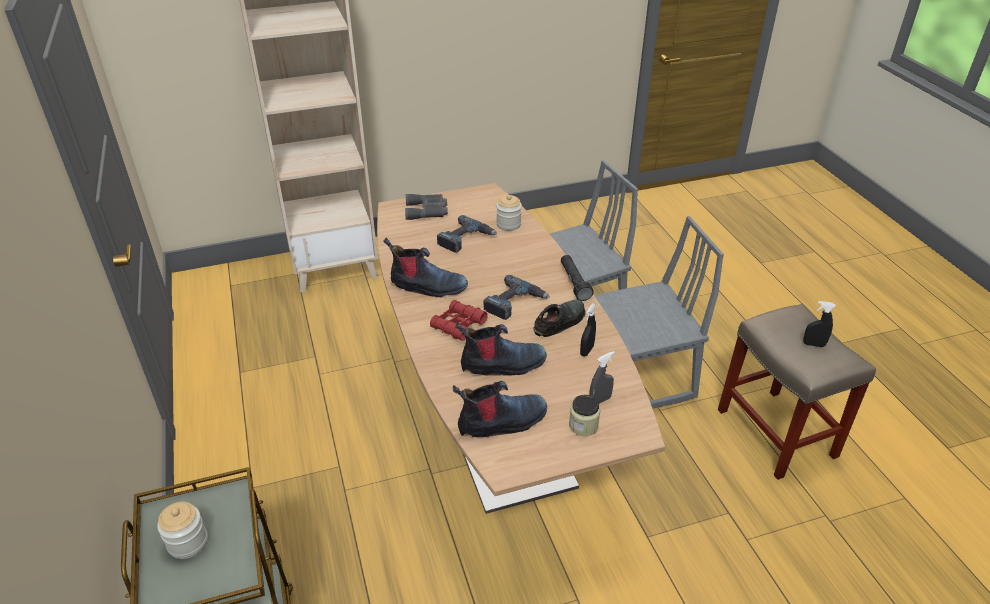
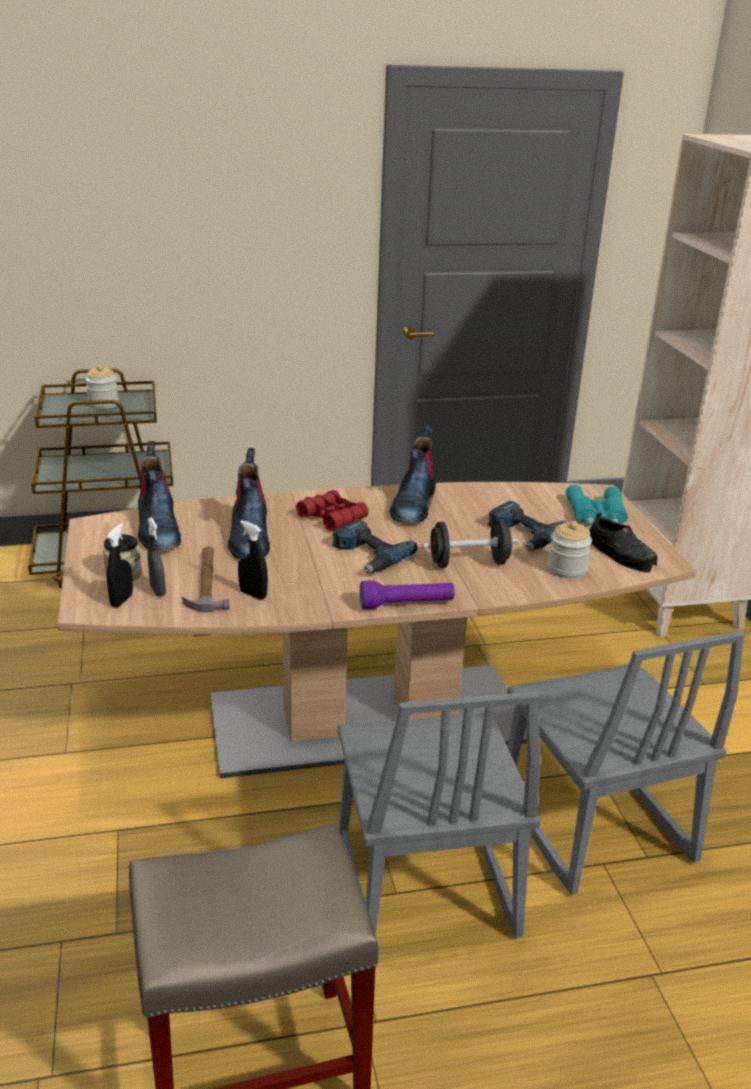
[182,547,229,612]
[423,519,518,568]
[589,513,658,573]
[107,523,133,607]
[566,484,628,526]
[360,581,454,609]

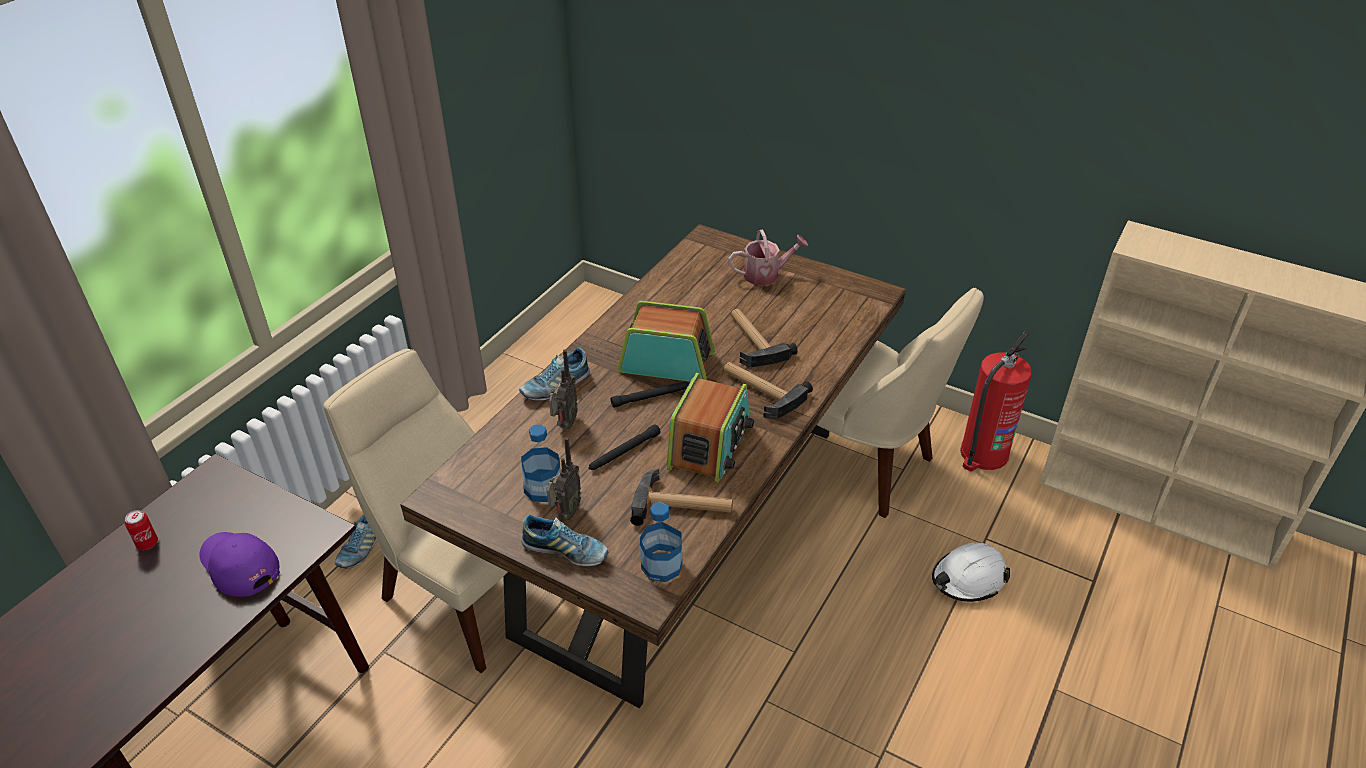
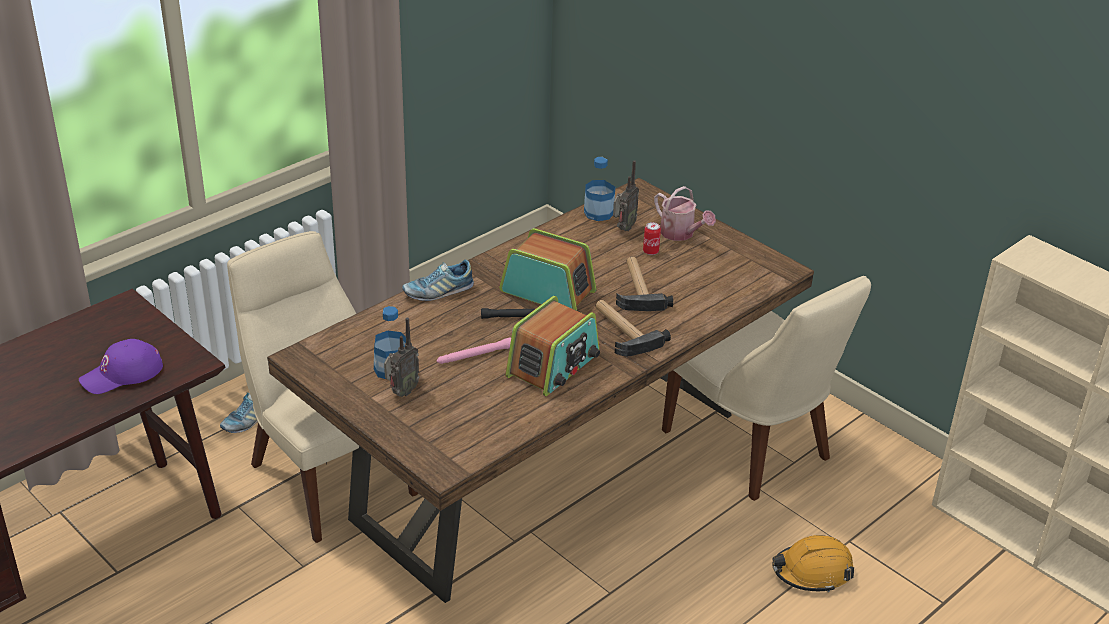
[521,515,608,566] (first image)
[630,469,733,526] (first image)
[960,332,1032,471] (first image)
[643,222,661,255]
[613,160,639,231]
[584,157,615,221]
[437,338,511,364]
[772,535,854,592]
[79,339,163,394]
[654,186,716,241]

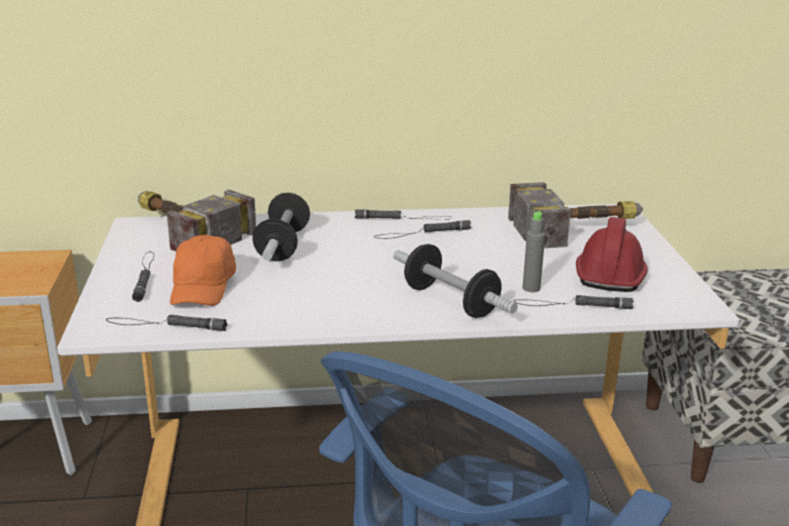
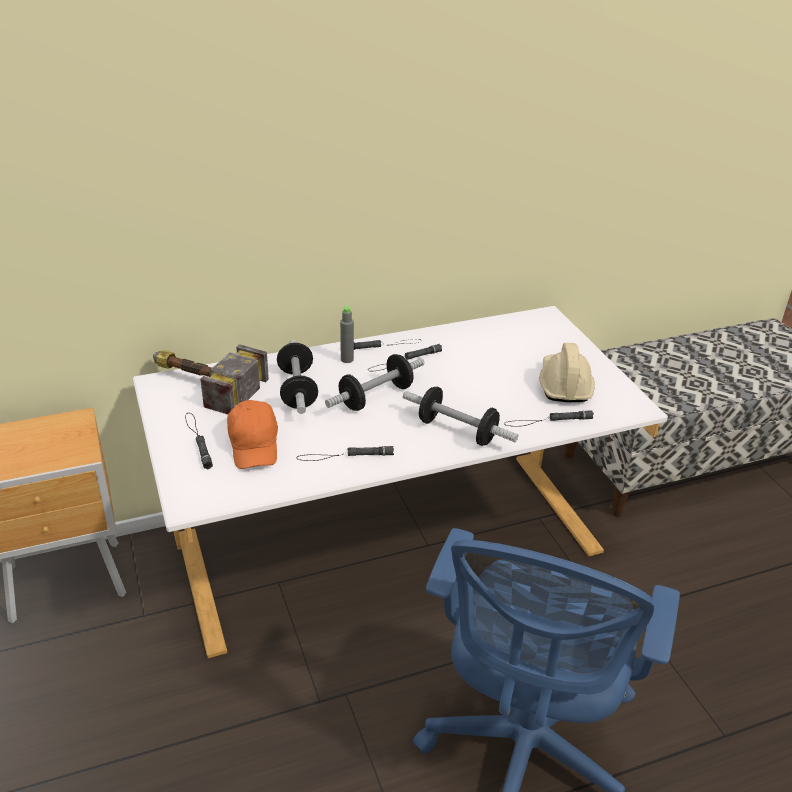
[508,182,643,248] (first image)
[325,354,424,411]
[296,446,394,461]
[340,305,354,363]
[539,343,595,402]

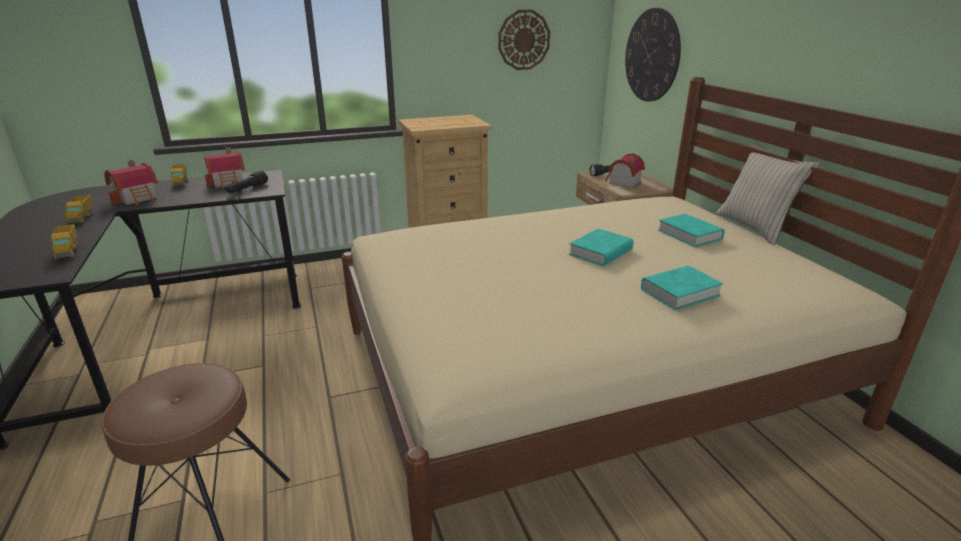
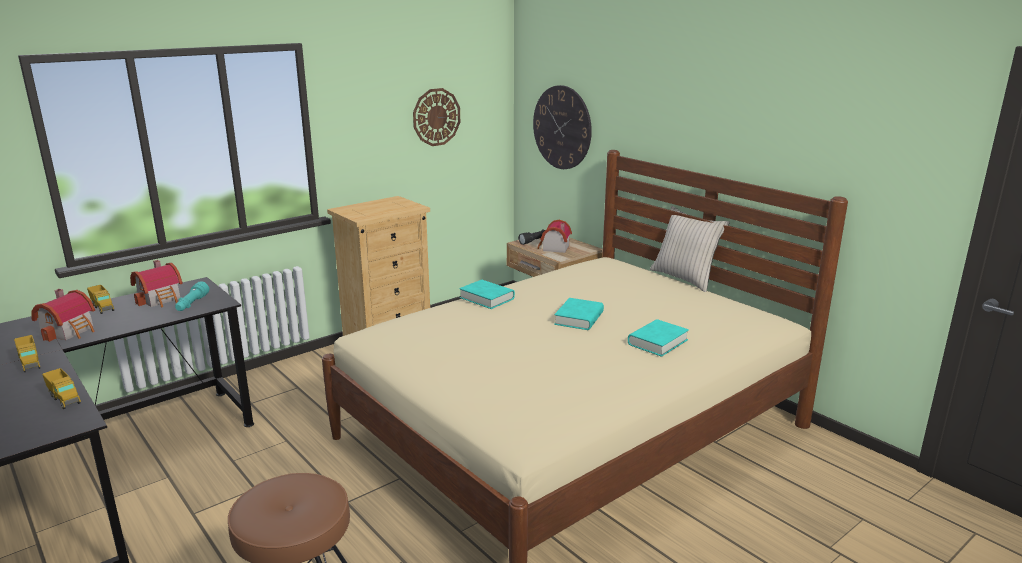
[459,280,515,309]
[175,281,209,311]

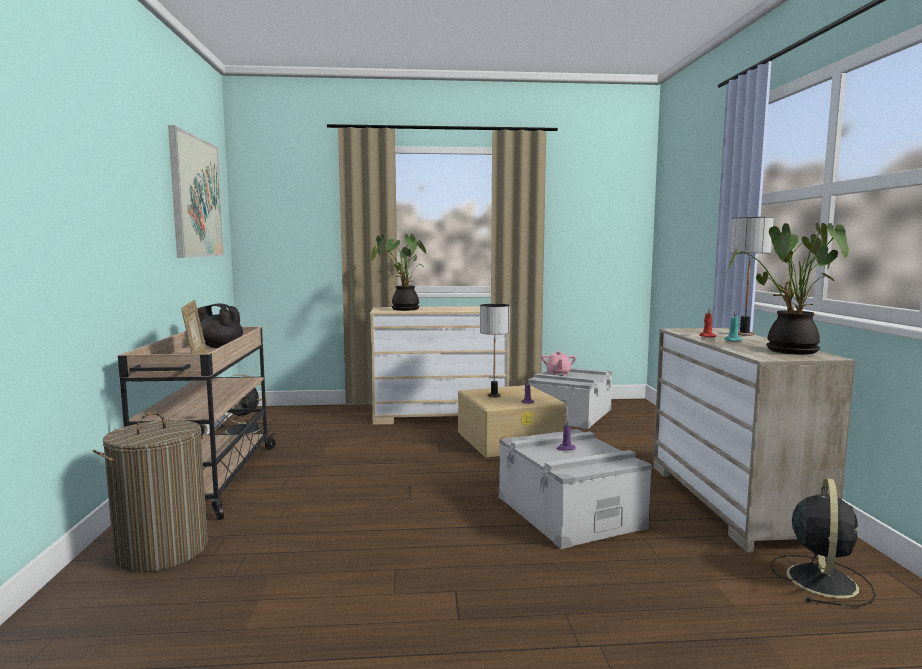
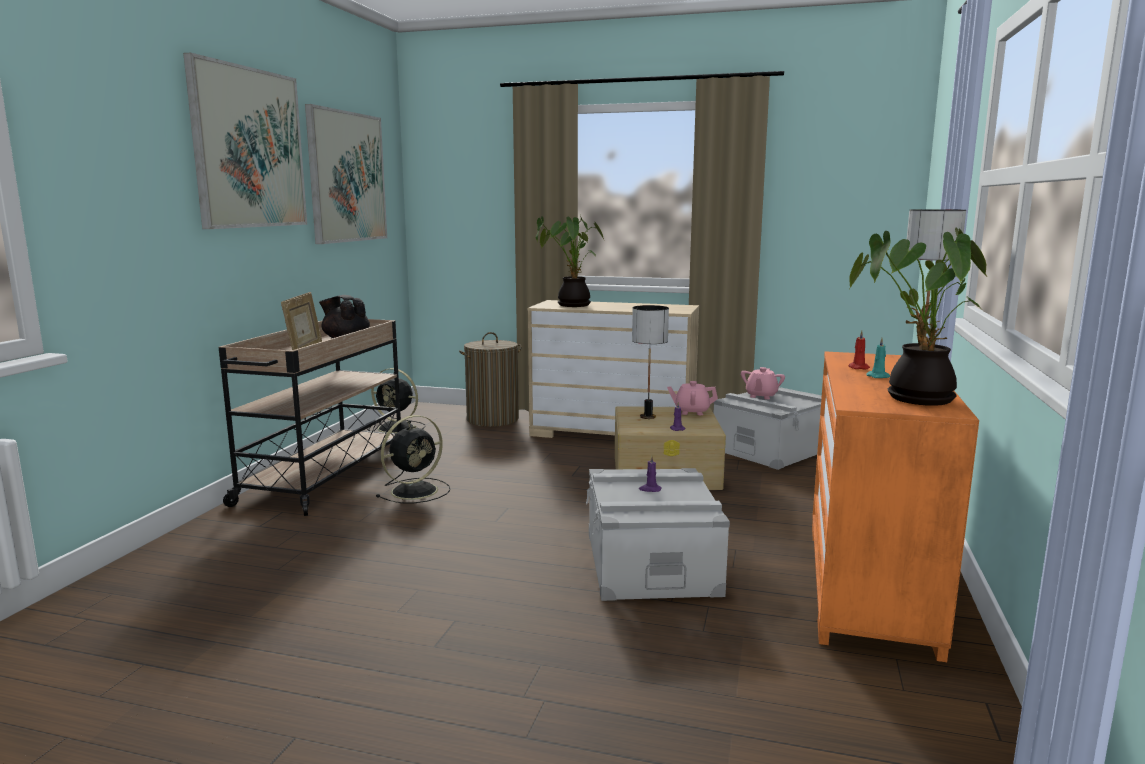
[183,53,307,229]
[667,381,718,415]
[459,332,522,427]
[376,415,451,503]
[812,351,979,662]

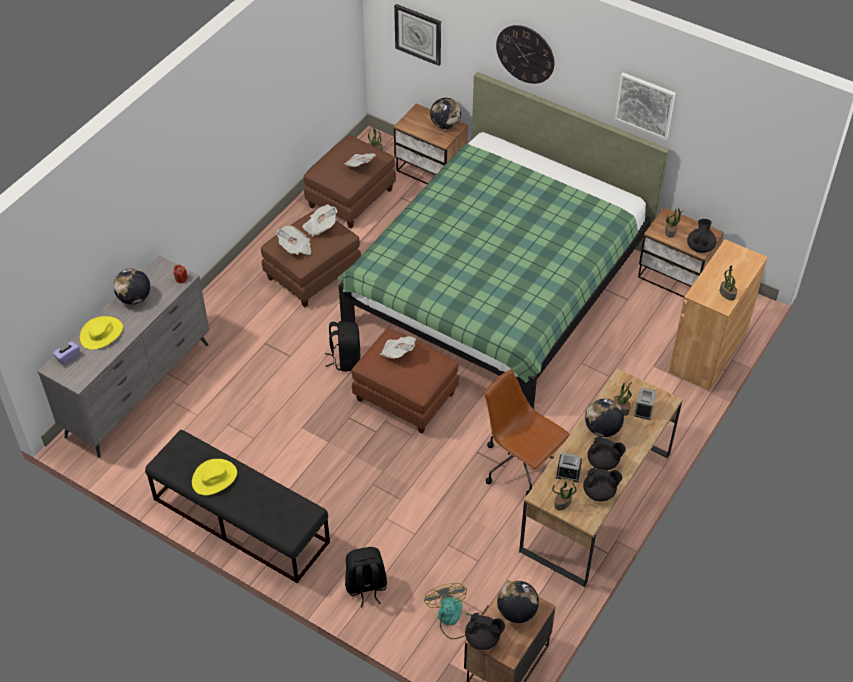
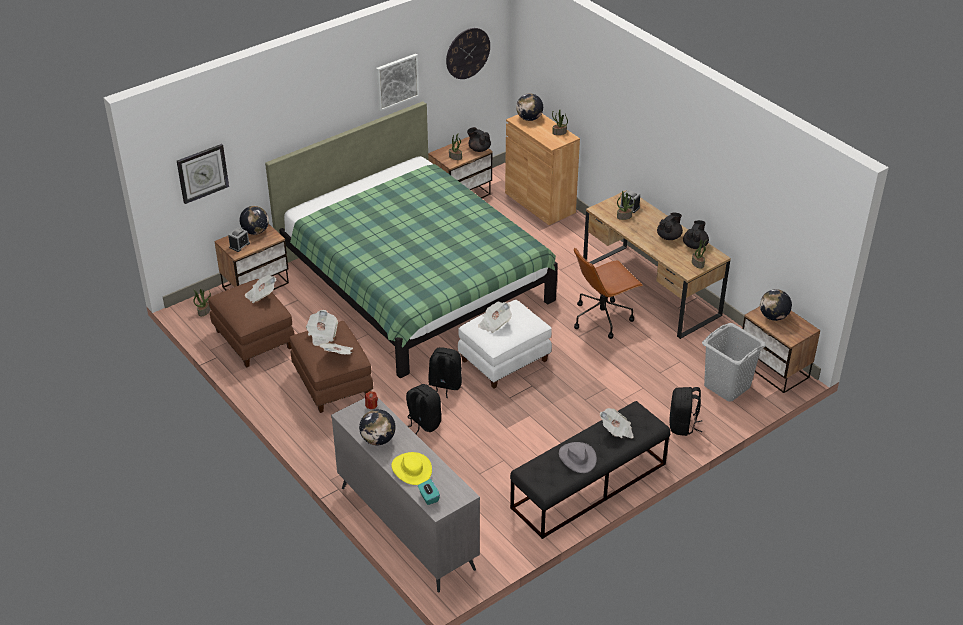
[465,613,505,650] (first image)
[406,384,441,434]
[600,408,634,438]
[446,28,490,79]
[228,227,250,252]
[516,93,543,121]
[702,323,766,402]
[418,479,440,505]
[559,442,597,473]
[458,300,552,389]

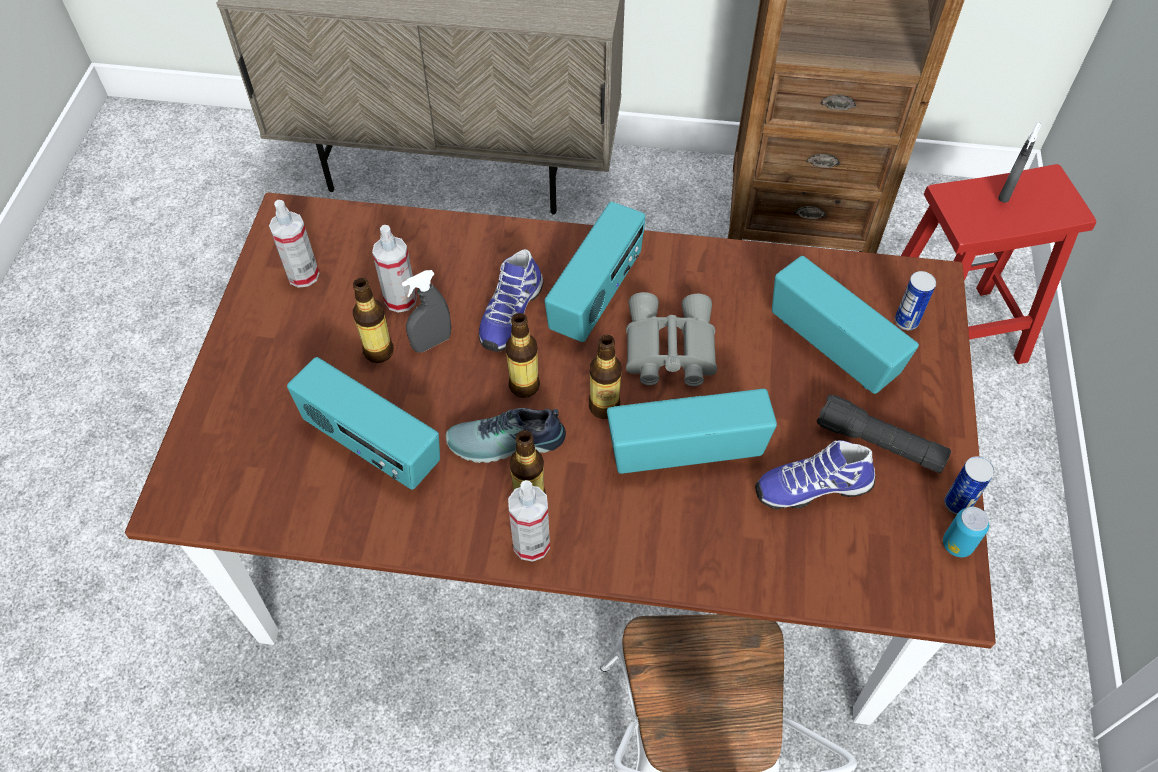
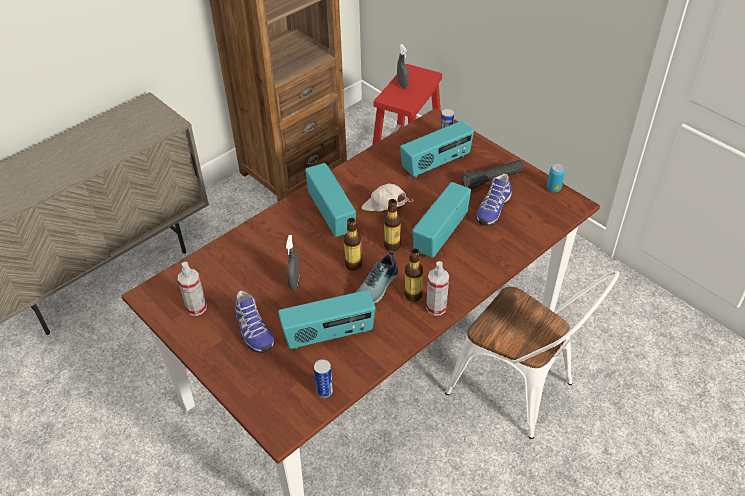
[353,278,394,363] (first image)
[372,225,417,313] (first image)
[234,291,274,353]
[314,359,333,398]
[362,184,414,211]
[400,121,474,178]

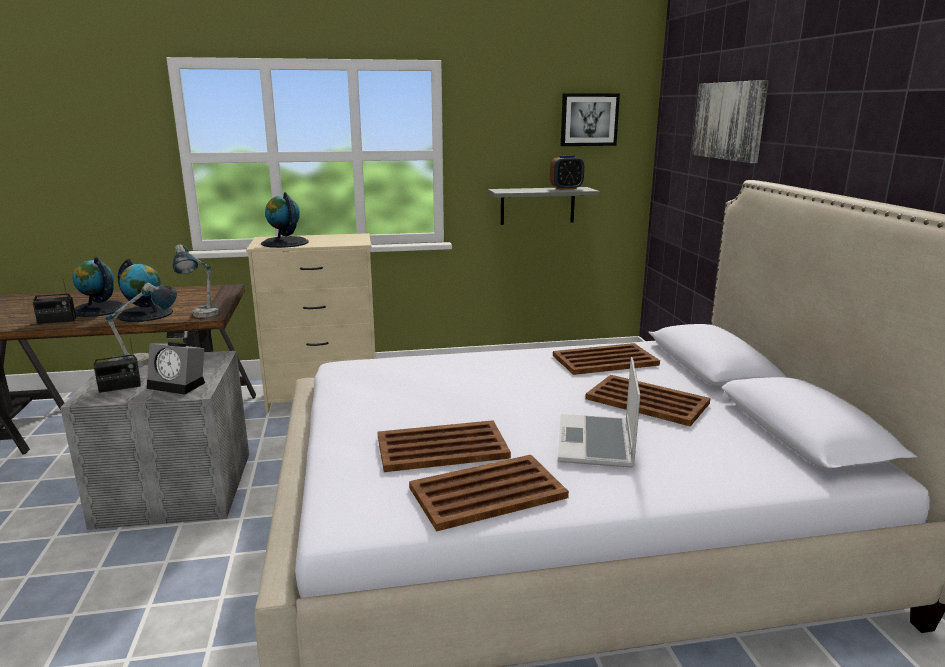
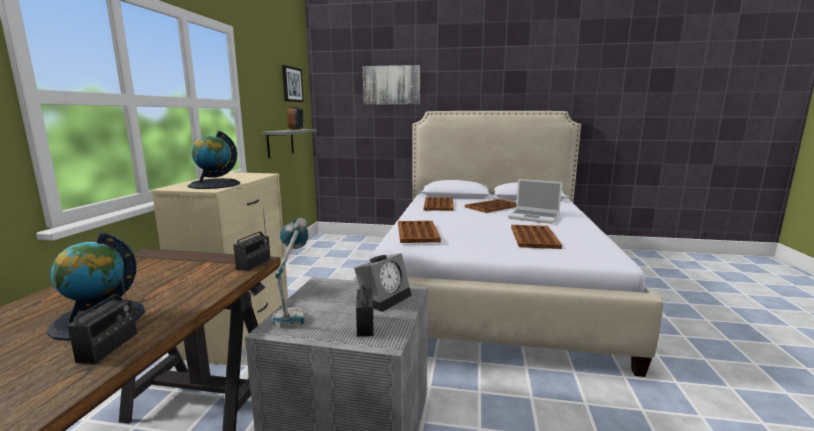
[117,259,173,322] (first image)
[398,221,441,243]
[233,209,271,271]

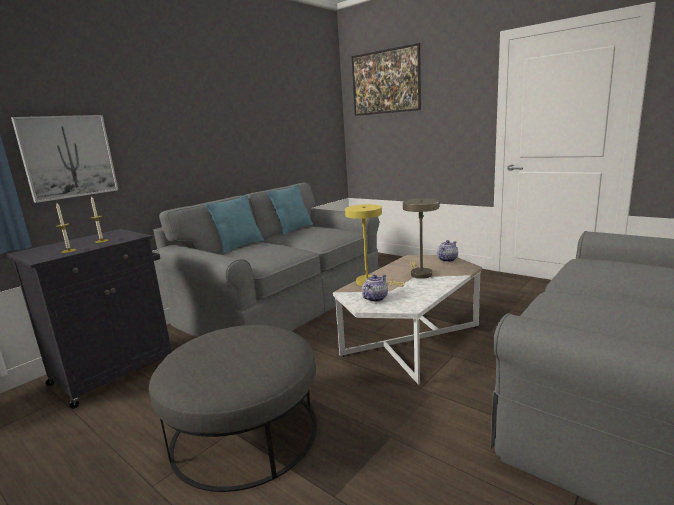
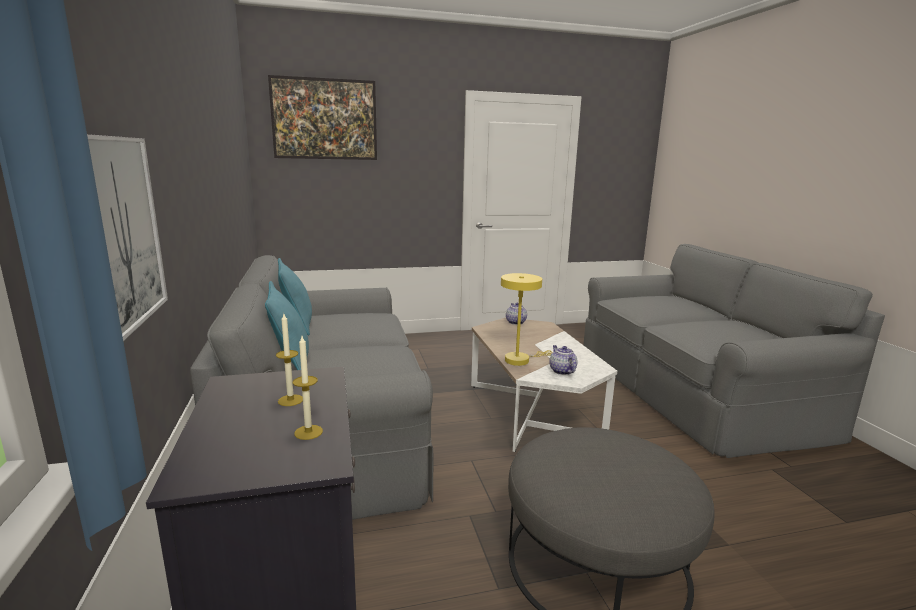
[403,198,439,279] (first image)

